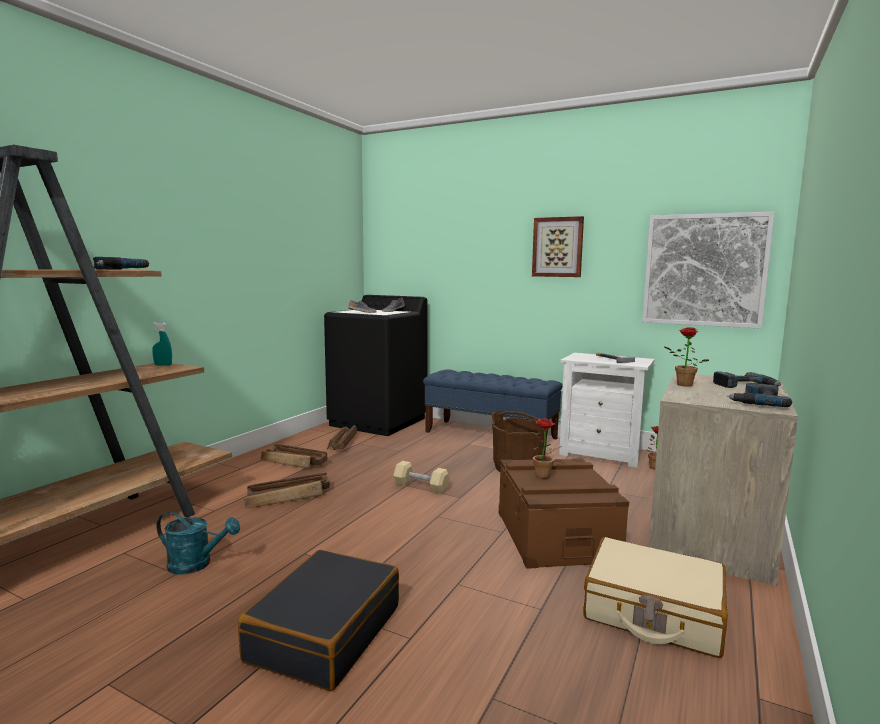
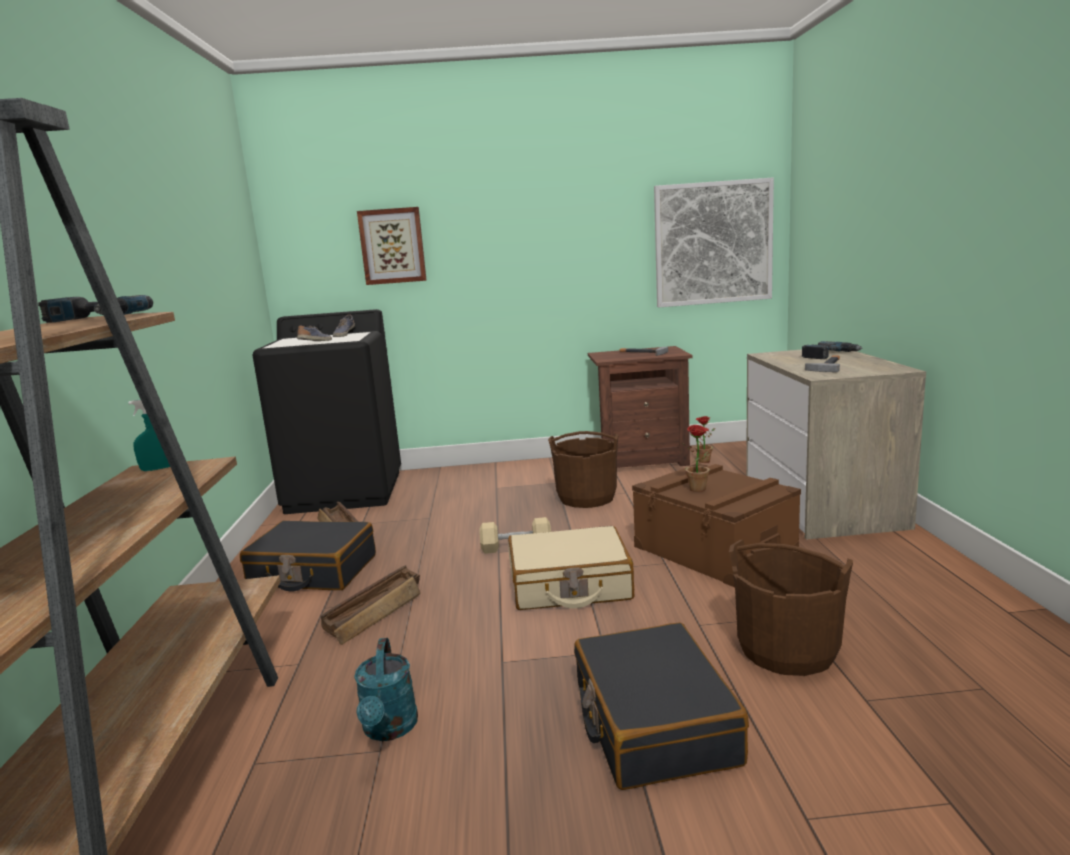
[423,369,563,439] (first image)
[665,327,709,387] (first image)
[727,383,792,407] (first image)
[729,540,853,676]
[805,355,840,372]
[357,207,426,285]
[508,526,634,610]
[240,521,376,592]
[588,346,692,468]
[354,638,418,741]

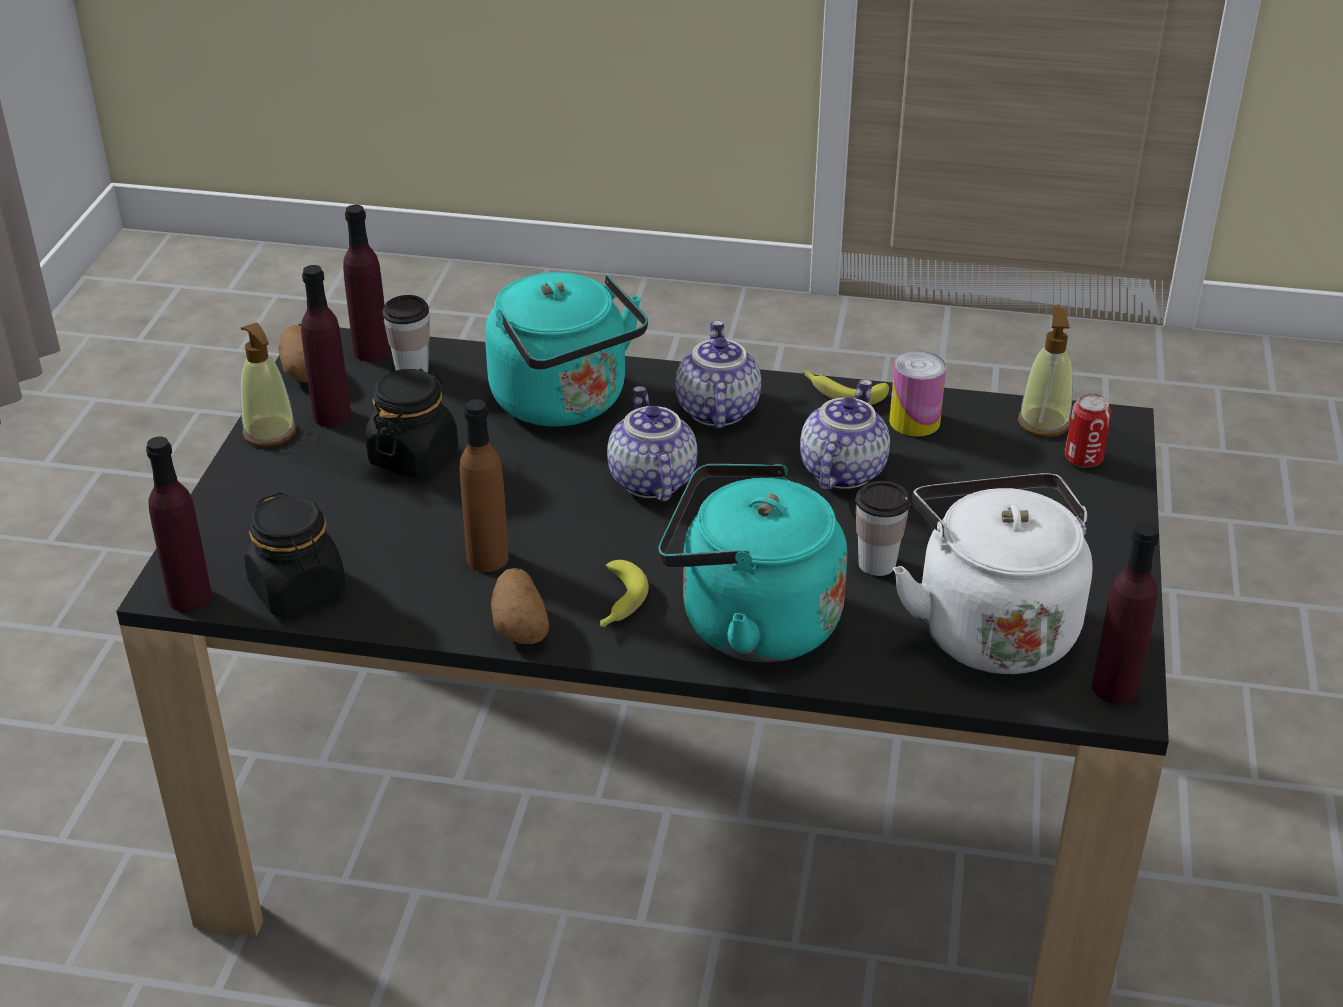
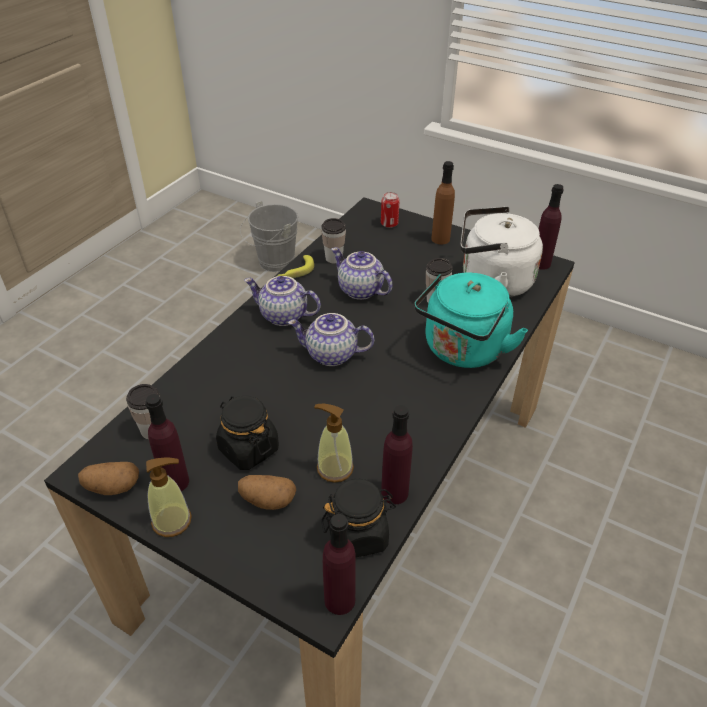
[485,272,648,427] (first image)
[600,560,649,627] (first image)
[240,201,298,272]
[381,405,413,504]
[431,161,455,244]
[238,475,296,510]
[314,404,354,483]
[321,218,346,263]

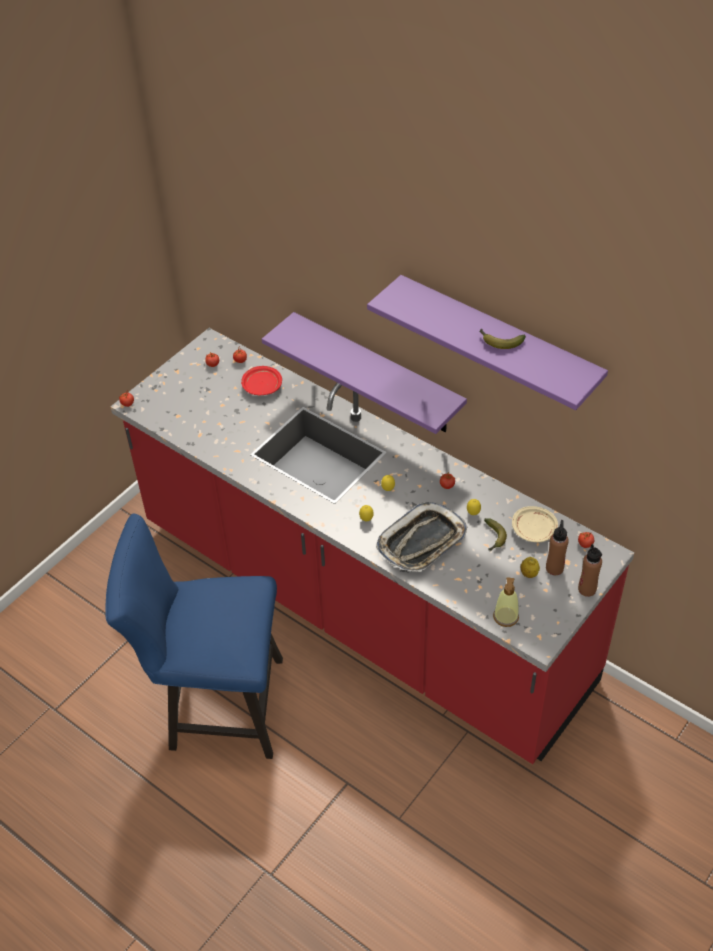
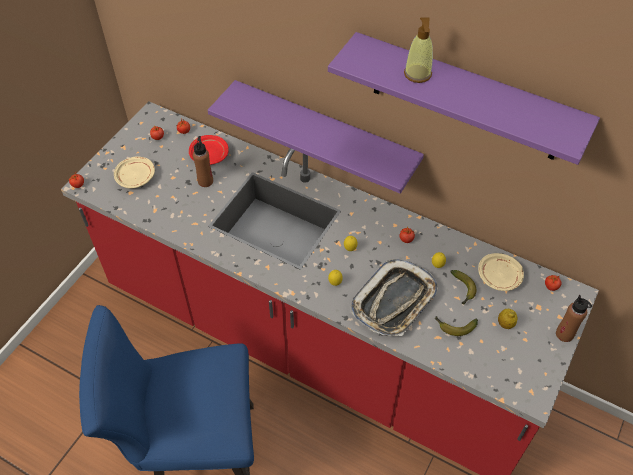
[114,156,155,189]
[434,316,478,336]
[404,18,433,83]
[193,136,213,187]

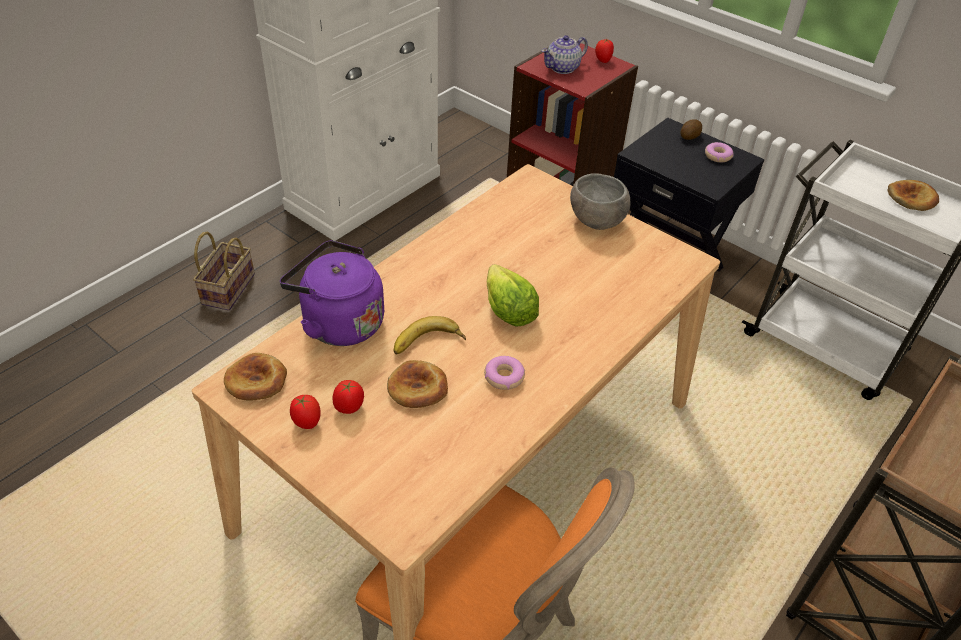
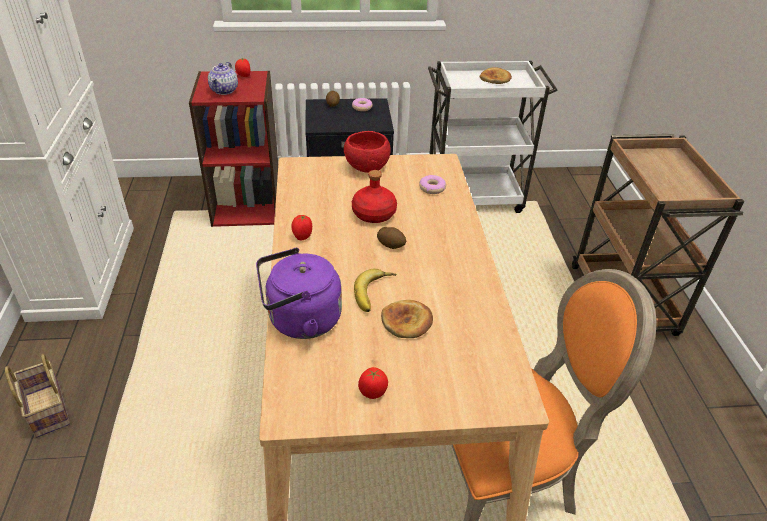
[224,353,287,400] (first image)
[352,170,397,223]
[291,215,312,240]
[419,175,446,194]
[377,227,406,249]
[344,131,391,173]

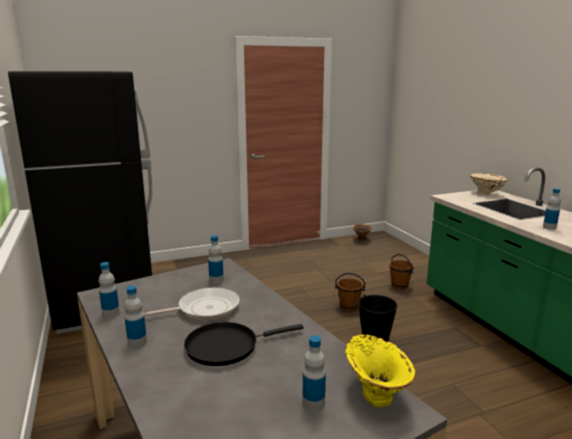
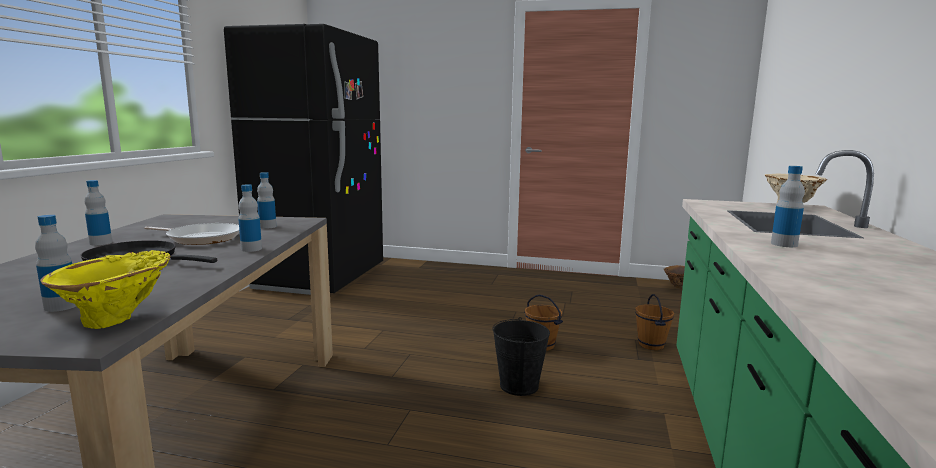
[238,184,262,252]

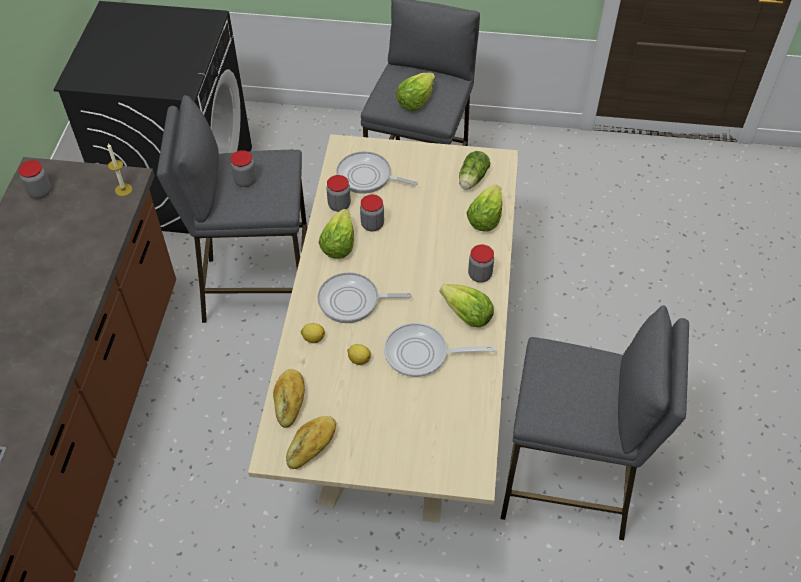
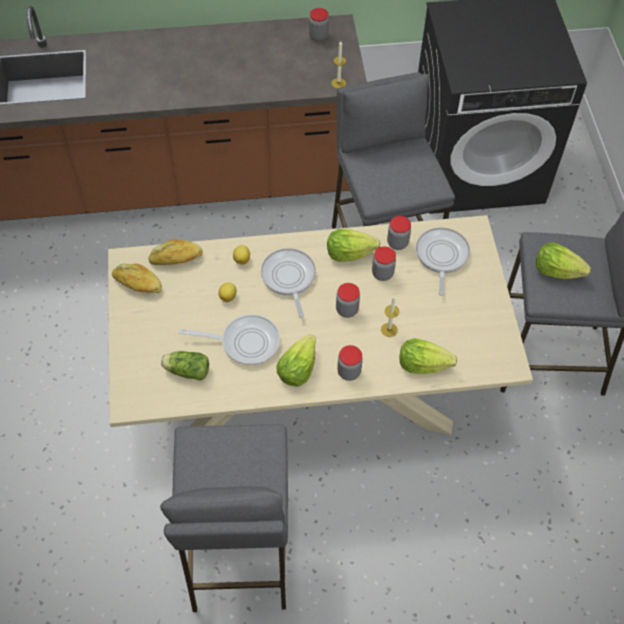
[381,295,399,337]
[336,283,360,318]
[161,351,209,381]
[179,314,280,365]

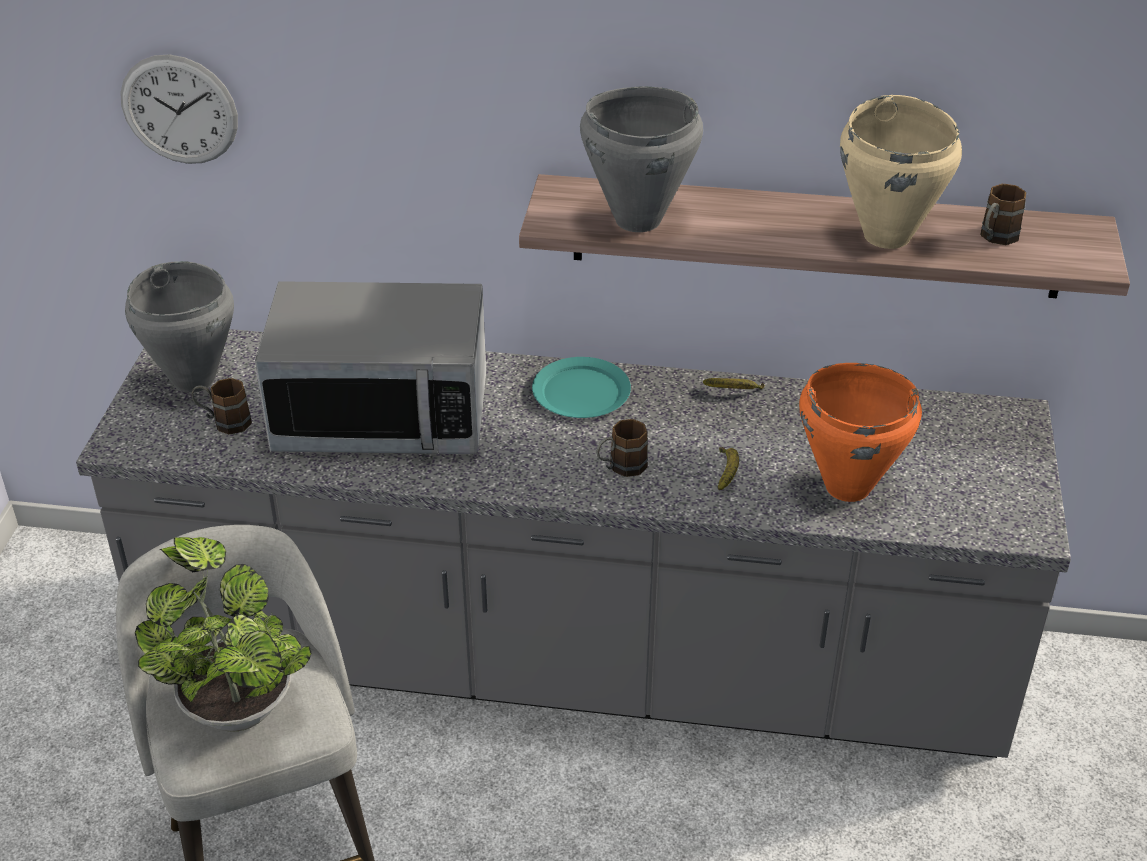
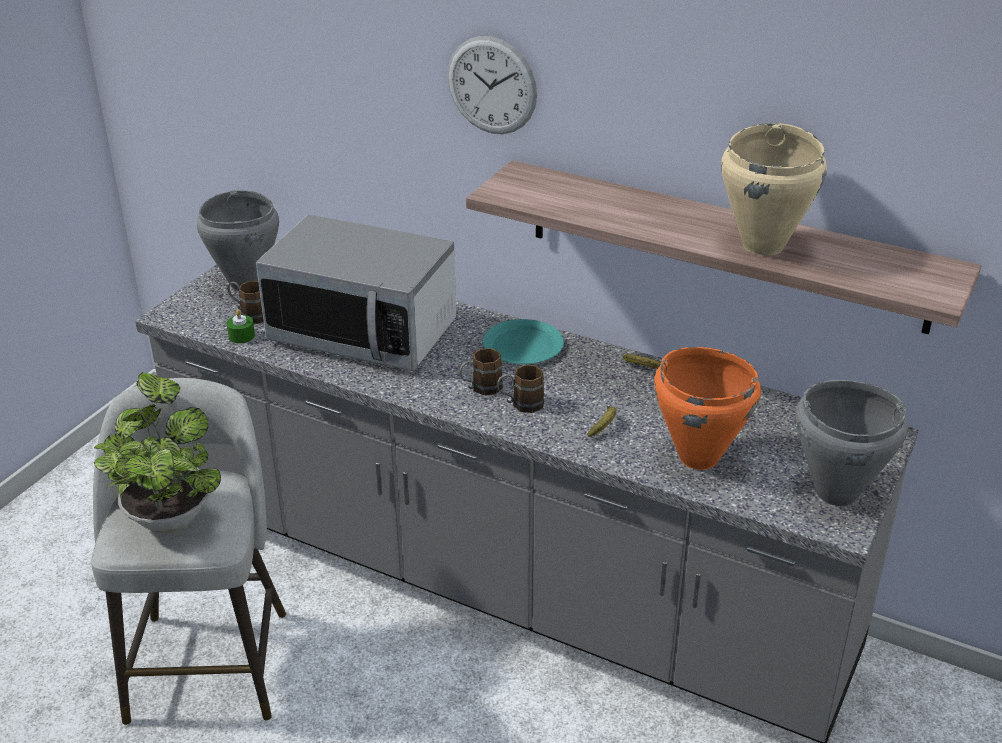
[227,310,255,344]
[448,36,537,134]
[796,380,908,506]
[459,348,503,395]

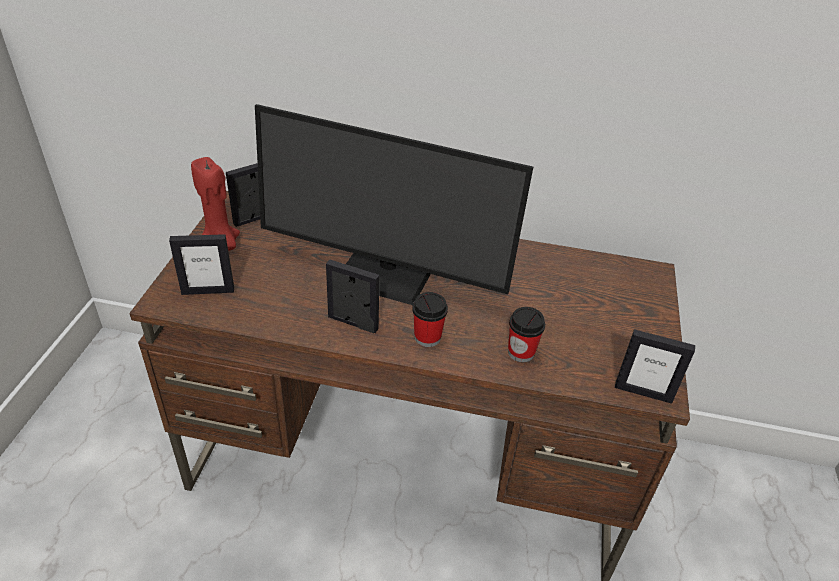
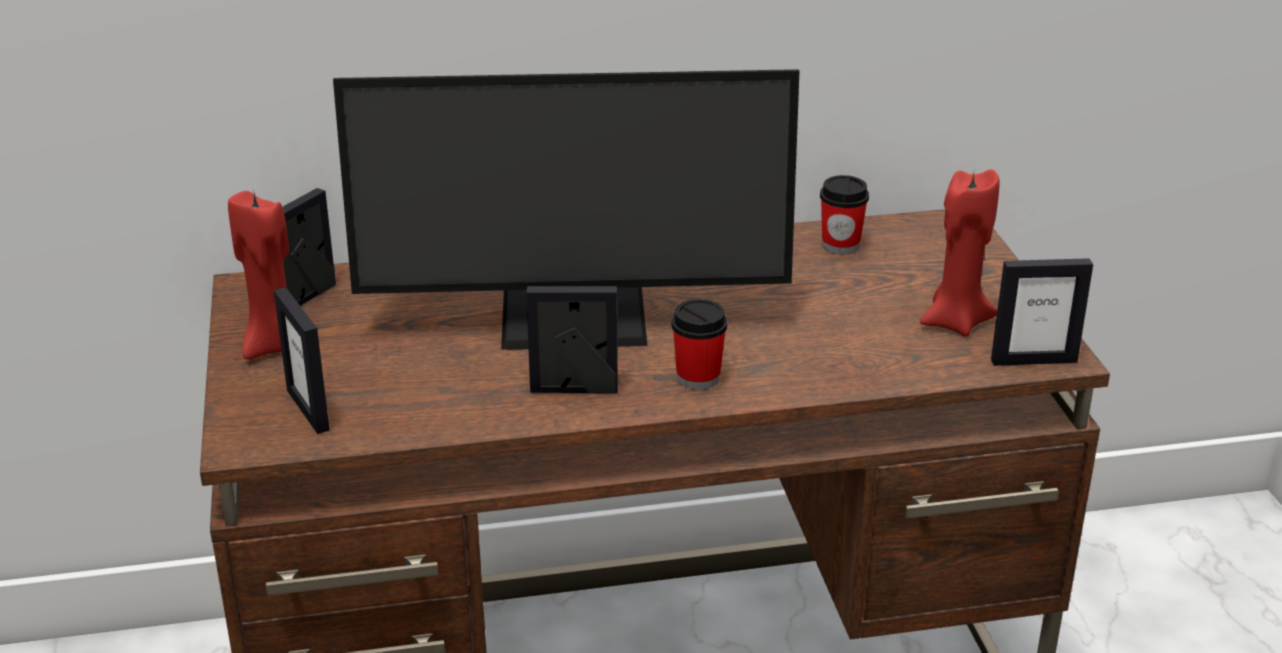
[920,169,999,337]
[820,175,869,254]
[274,287,330,434]

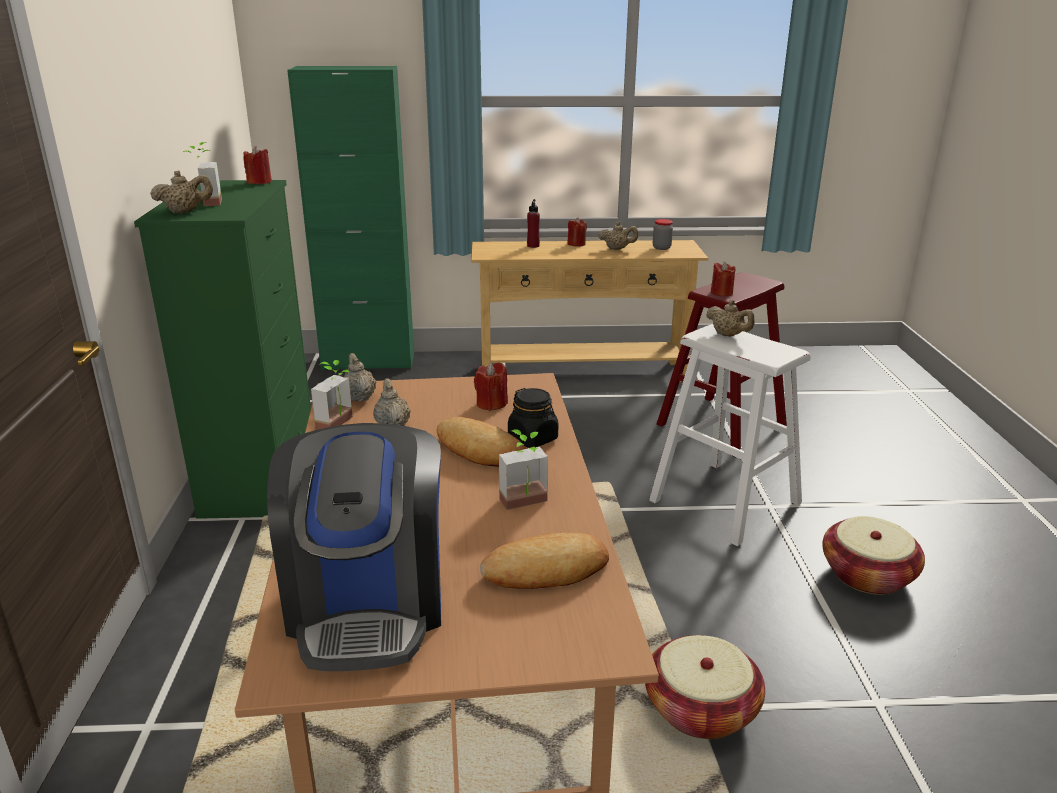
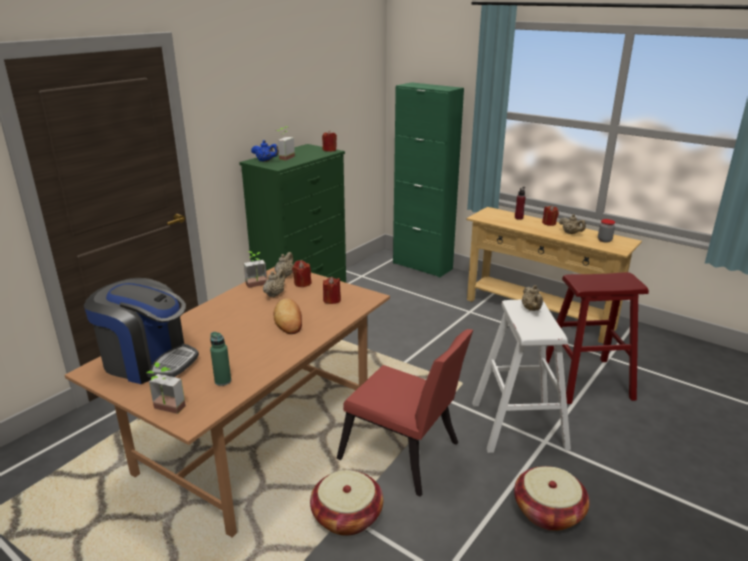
[508,388,558,448] (first image)
[336,329,473,497]
[146,362,186,414]
[292,260,312,287]
[210,332,231,386]
[251,140,279,162]
[84,278,199,384]

